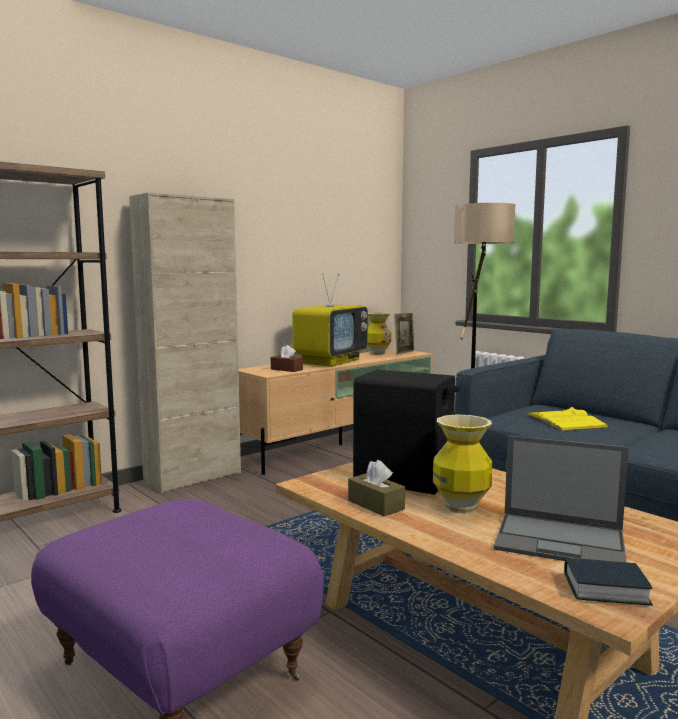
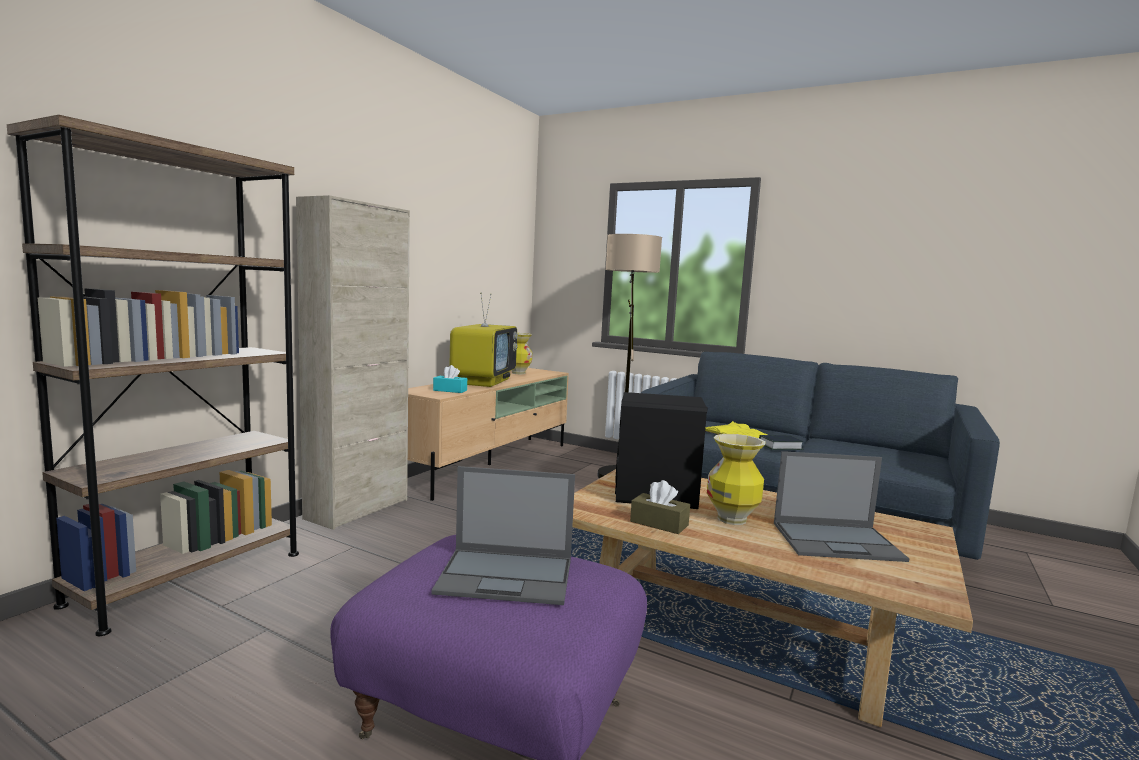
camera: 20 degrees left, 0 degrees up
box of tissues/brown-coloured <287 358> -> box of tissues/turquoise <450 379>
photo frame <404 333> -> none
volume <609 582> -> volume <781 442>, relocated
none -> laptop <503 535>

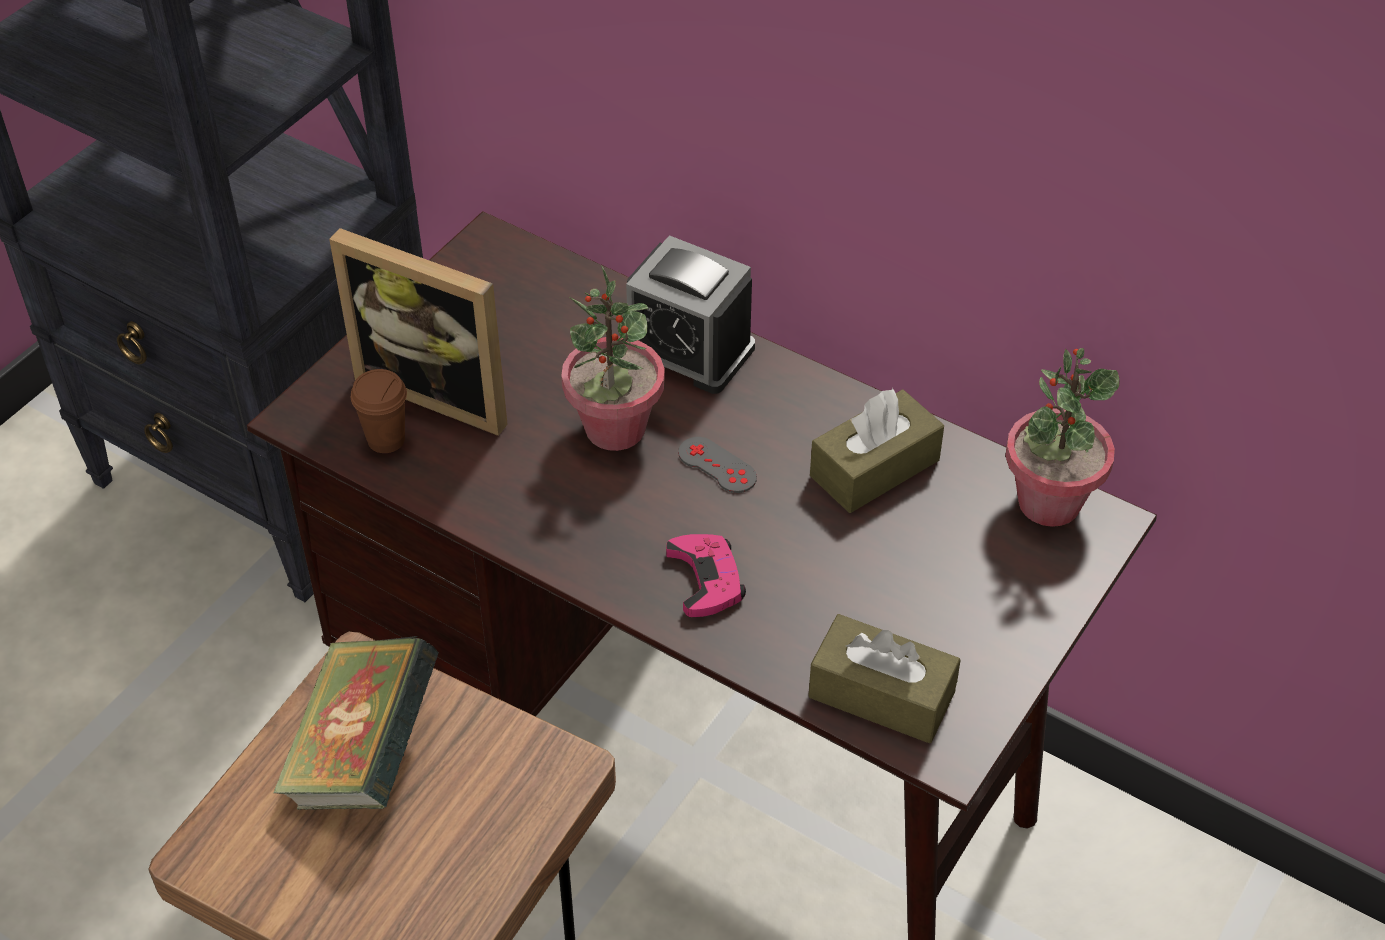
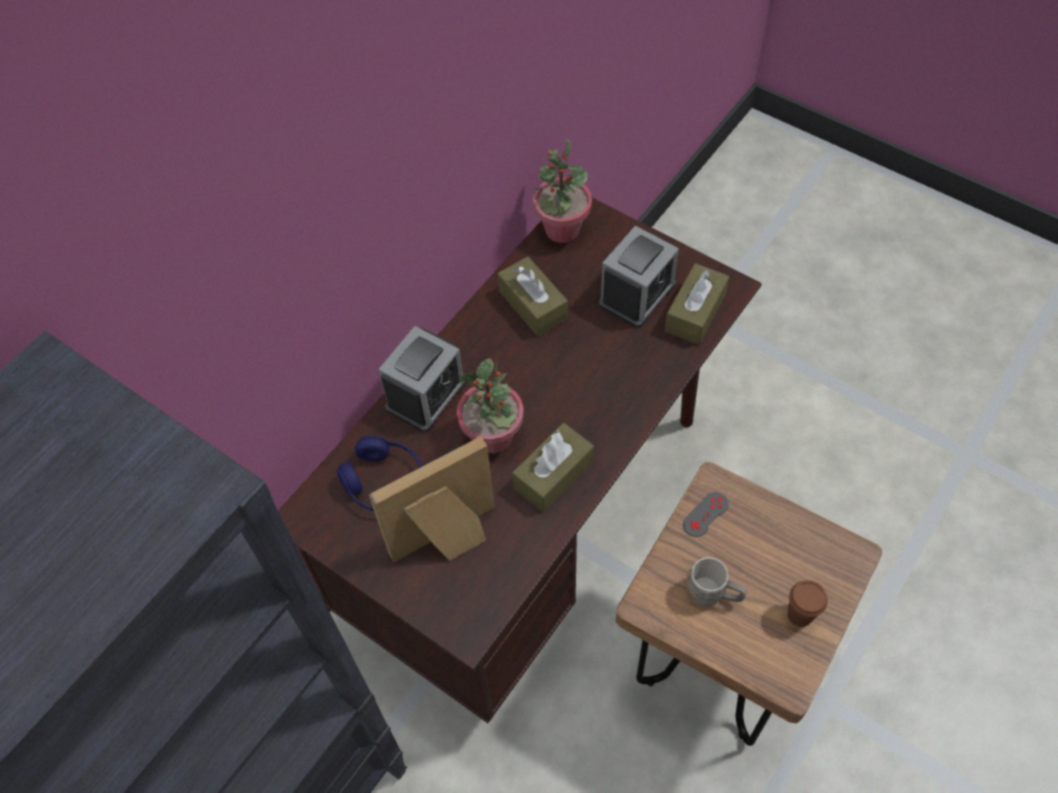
camera: 85 degrees left, 10 degrees up
volume <355 723> -> tea mug/grey <717 581>
photo frame <418 332> -> photo frame <432 499>, 150 degrees counterclockwise
small cup/brown-coloured <379 411> -> small cup/brown-coloured <808 603>, relocated
joypad/pink <706 575> -> none
joypad/grey <717 465> -> joypad/grey <706 514>, relocated
none -> headphones/bluish <380 473>
none -> box of tissues/brown-coloured <553 467>
none -> bedside clock <639 277>

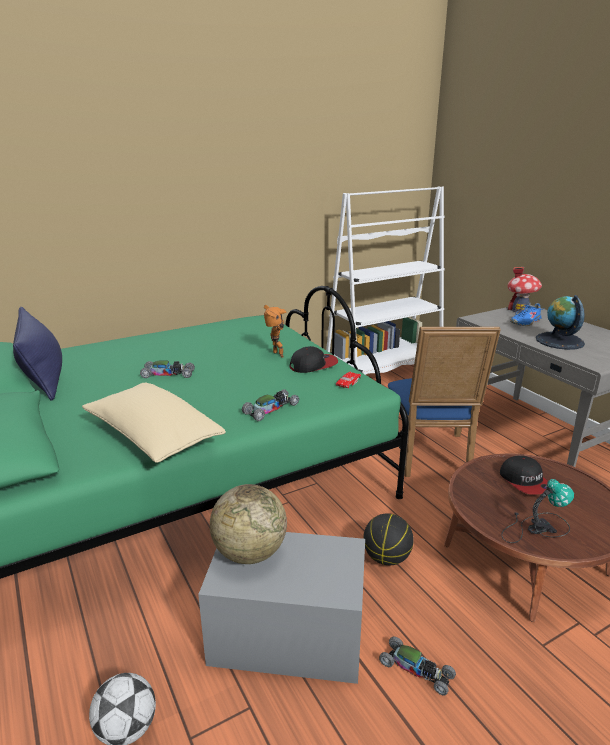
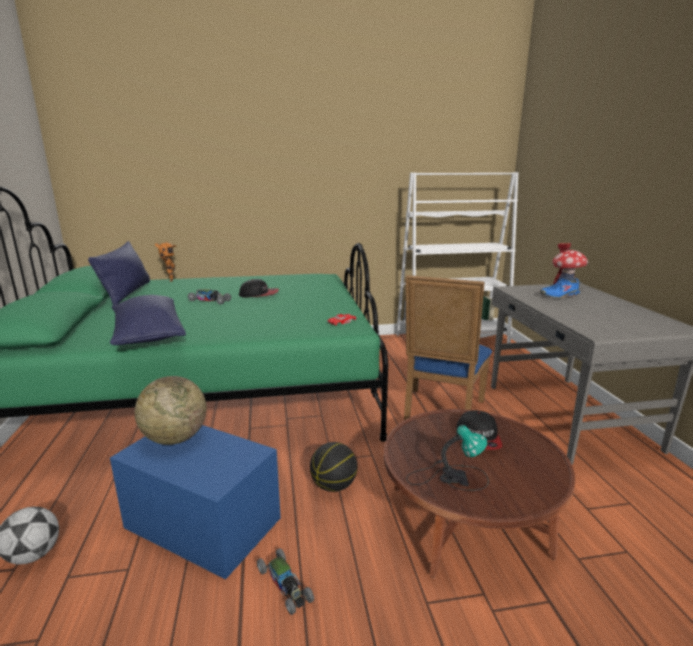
camera: 20 degrees right, 5 degrees down
pillow/beige-coloured <154 423> -> pillow/bluish <148 320>
storage box/grey <281 608> -> storage box/bluish <195 502>
model car <270 405> -> none
model robot <275 331> -> model robot <166 262>, relocated
peaked cap <313 359> -> peaked cap <259 288>, relocated
desk globe <560 322> -> none

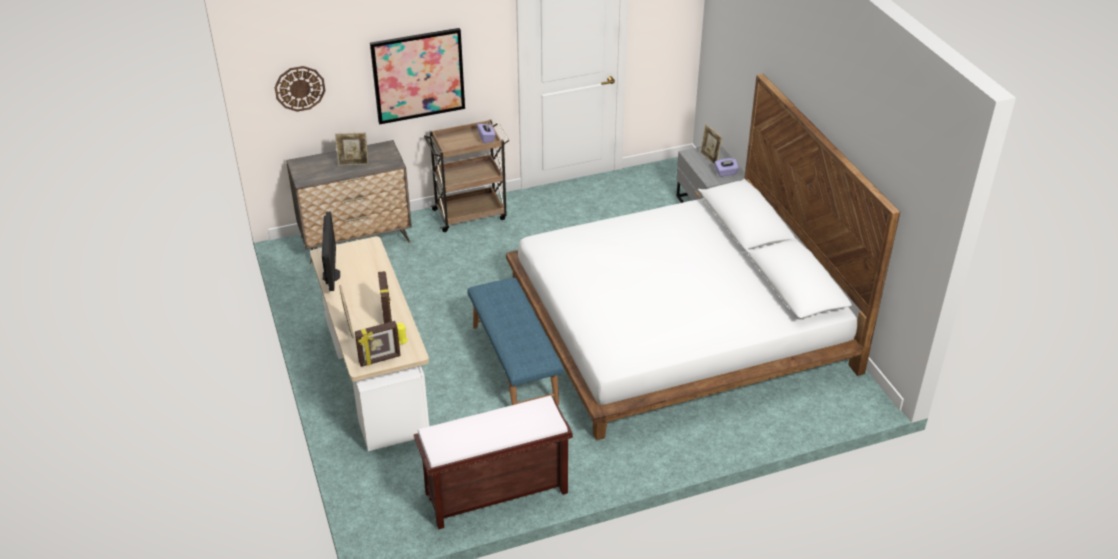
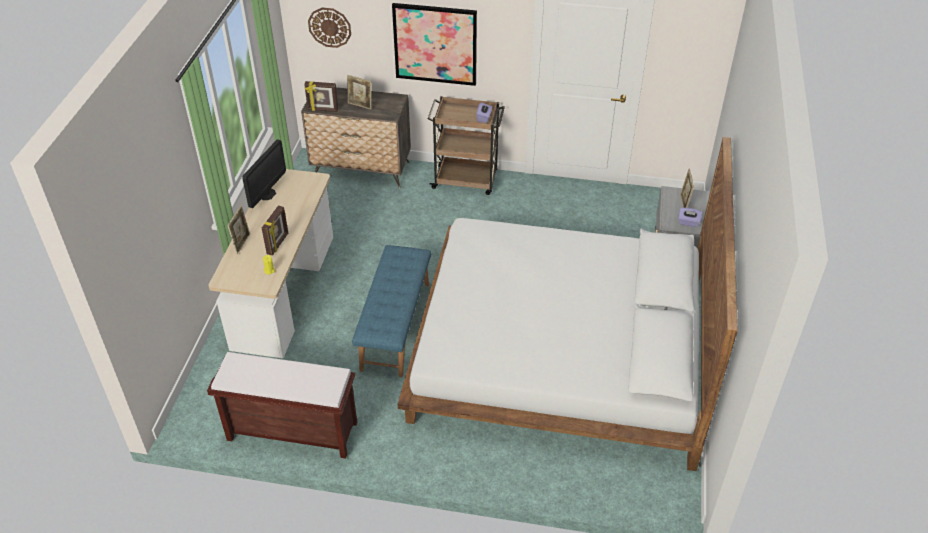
camera: 30 degrees right, 5 degrees up
photo frame <378 344> -> photo frame <321 96>, relocated

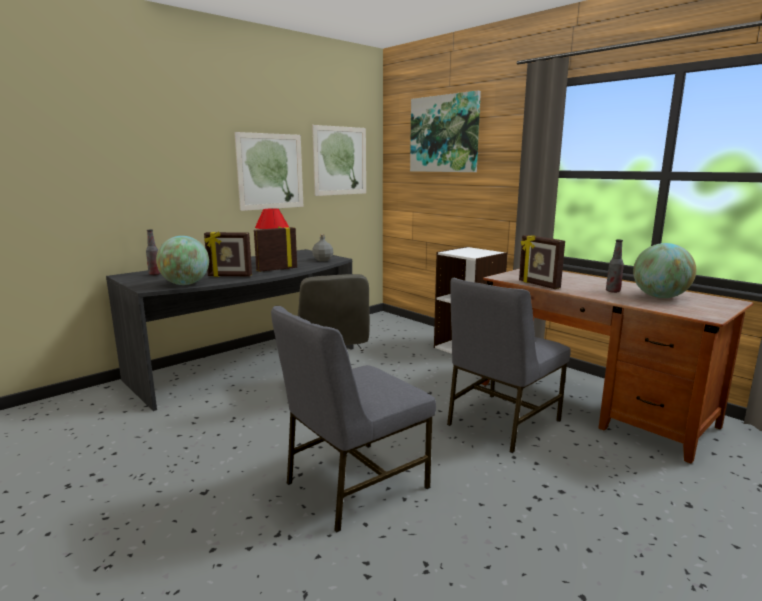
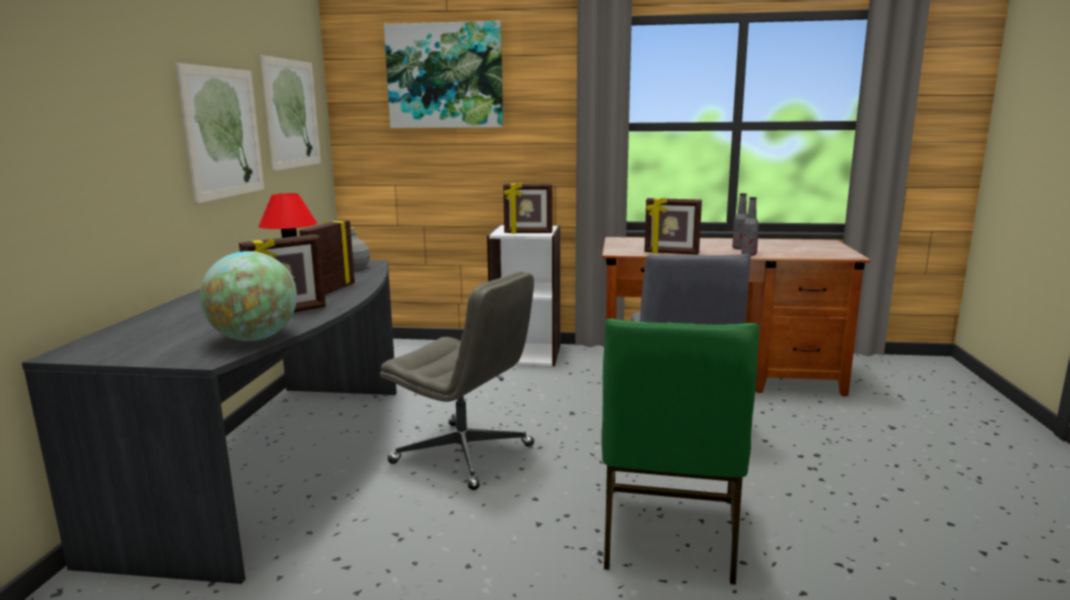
camera: 40 degrees left, 0 degrees up
drink bottle <153 252> -> drink bottle <750 226>, relocated
chair/grey <353 419> -> chair/green <680 452>
desk globe <664 270> -> none
none -> photo frame <527 208>

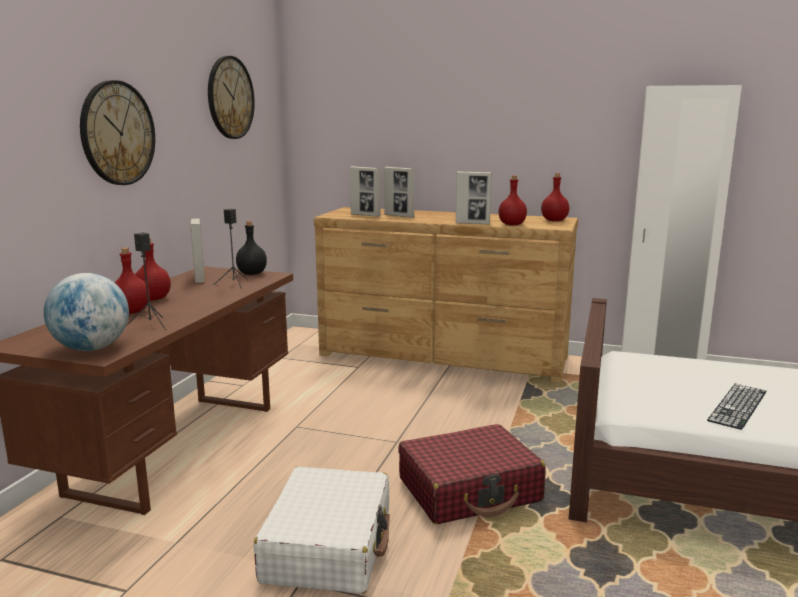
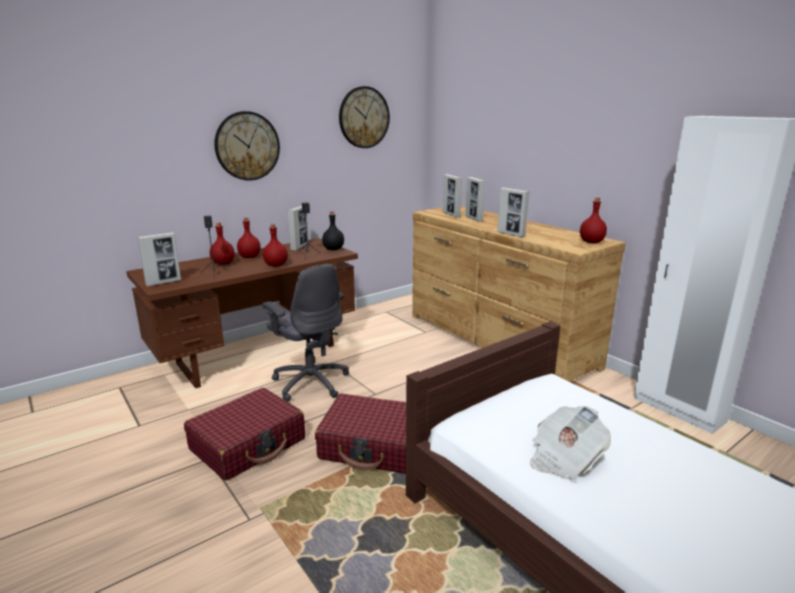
camera: 35 degrees right, 5 degrees up
desk globe <86 312> -> photo frame <159 259>
piece of luggage/whitish <322 530> -> piece of luggage/red-coloured <244 434>
drink bottle/red-coloured <512 200> -> drink bottle/red-coloured <275 245>, relocated
keyboard <737 407> -> printed paper <570 443>
none -> computer chair/grey <305 333>

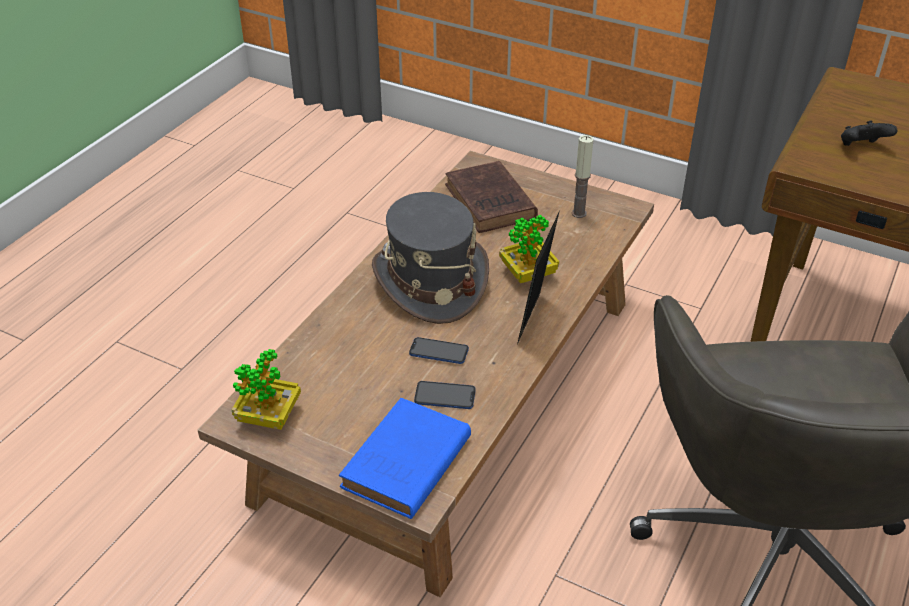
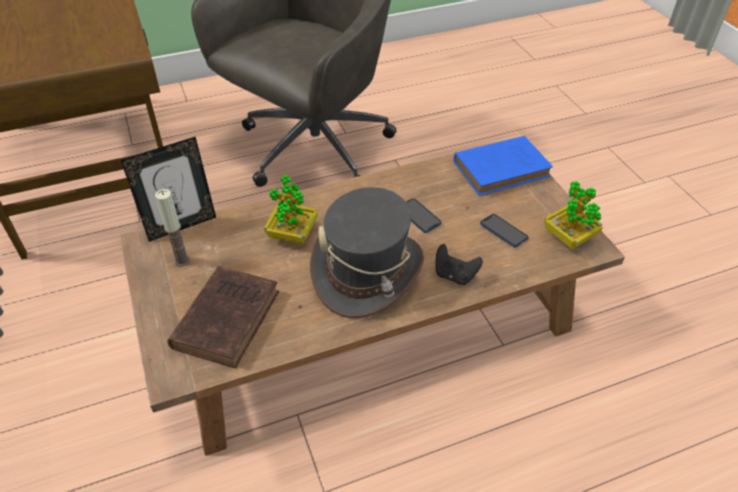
camera: 140 degrees left, 5 degrees up
handset <445 395> -> handset <504 231>, relocated
photo frame <538 278> -> photo frame <168 189>, relocated
joypad/blackish <869 133> -> joypad/blackish <459 264>, relocated

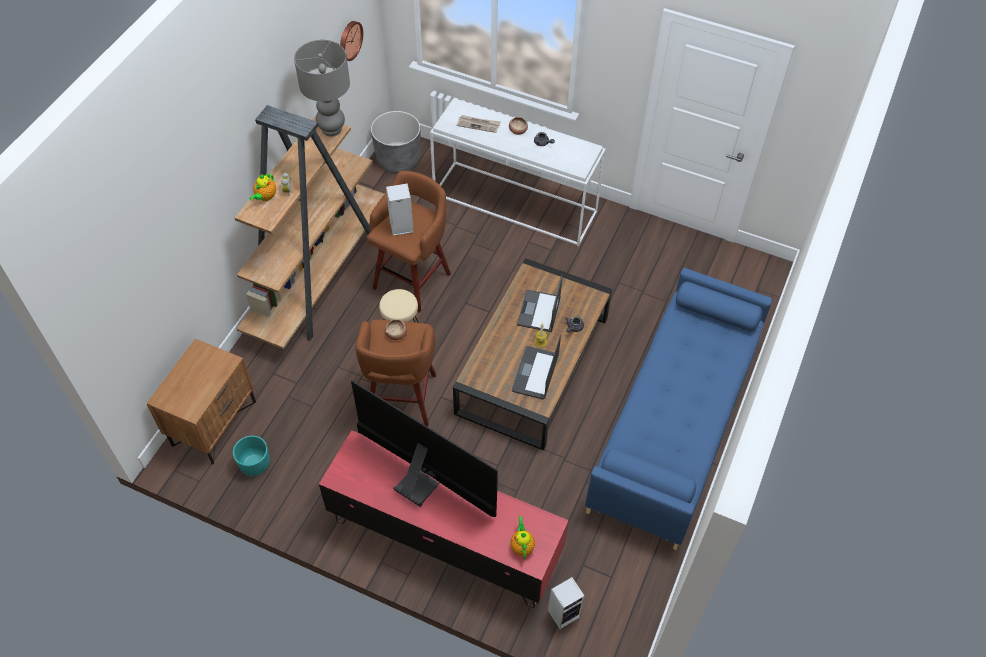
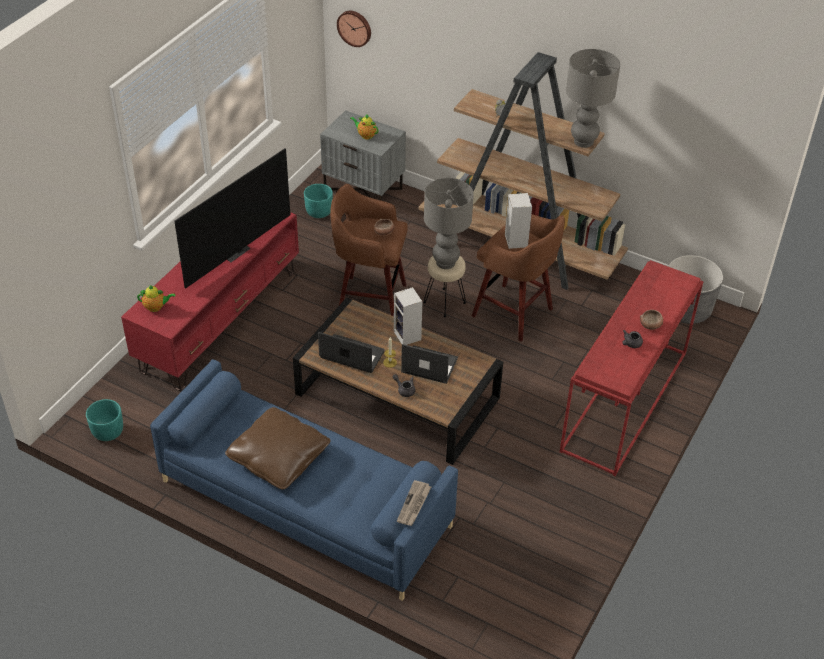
camera: 95 degrees right, 10 degrees down
night table/brown-coloured <201 401> -> night table/grey <363 155>
teapot <262 187> -> teapot <364 126>, relocated
wall clock <351 41> -> wall clock <354 29>, relocated
console table/whitish <518 172> -> console table/red-coloured <632 368>
printed paper <479 124> -> printed paper <414 503>, relocated
audio speaker <566 603> -> audio speaker <408 316>, relocated
none -> plant pot/turquoise <104 420>
none -> pillow/brown-coloured <277 448>
none -> tabletop lamp/grey <449 223>

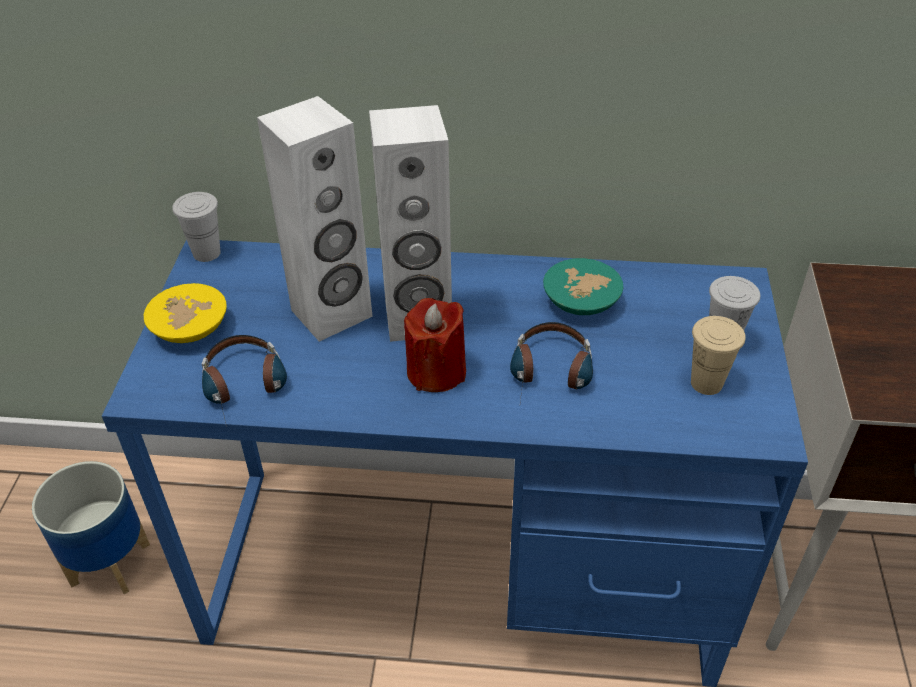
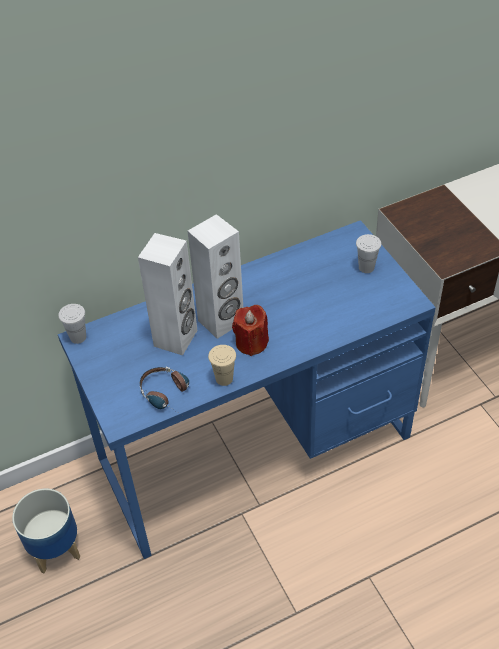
camera: 30 degrees left, 5 degrees up
bowl/yellowish <185 313> -> none
headphones <551 361> -> none
bowl/turquoise <583 286> -> none
small cup/beige-coloured <718 355> -> small cup/beige-coloured <222 365>, relocated

